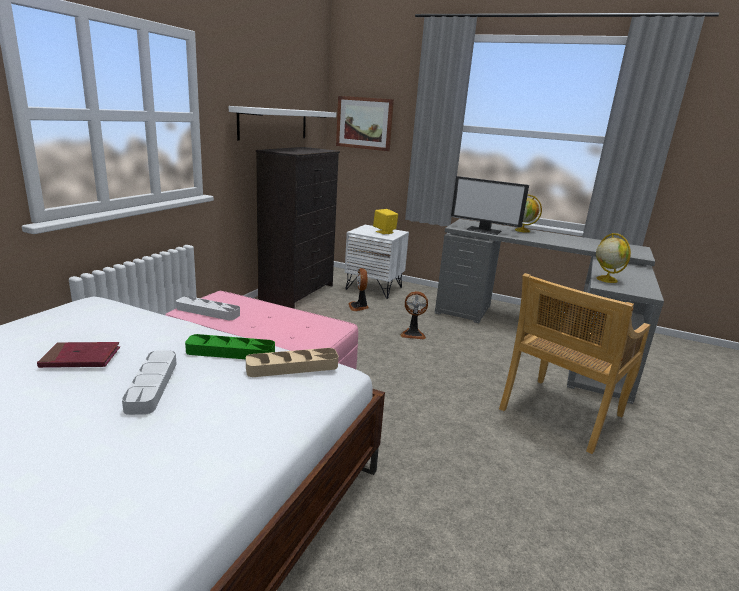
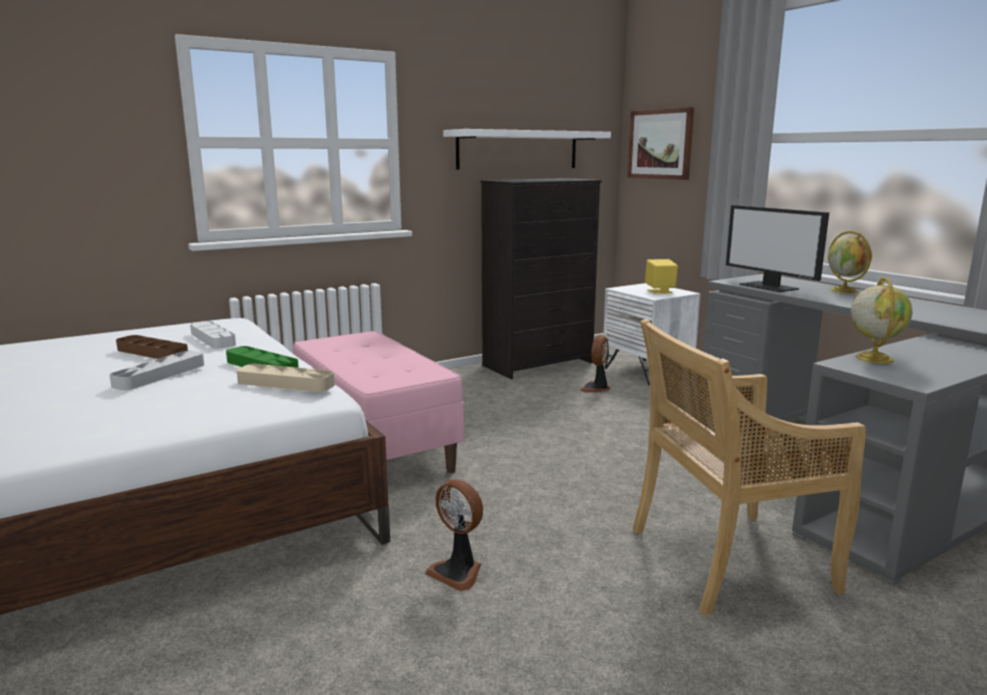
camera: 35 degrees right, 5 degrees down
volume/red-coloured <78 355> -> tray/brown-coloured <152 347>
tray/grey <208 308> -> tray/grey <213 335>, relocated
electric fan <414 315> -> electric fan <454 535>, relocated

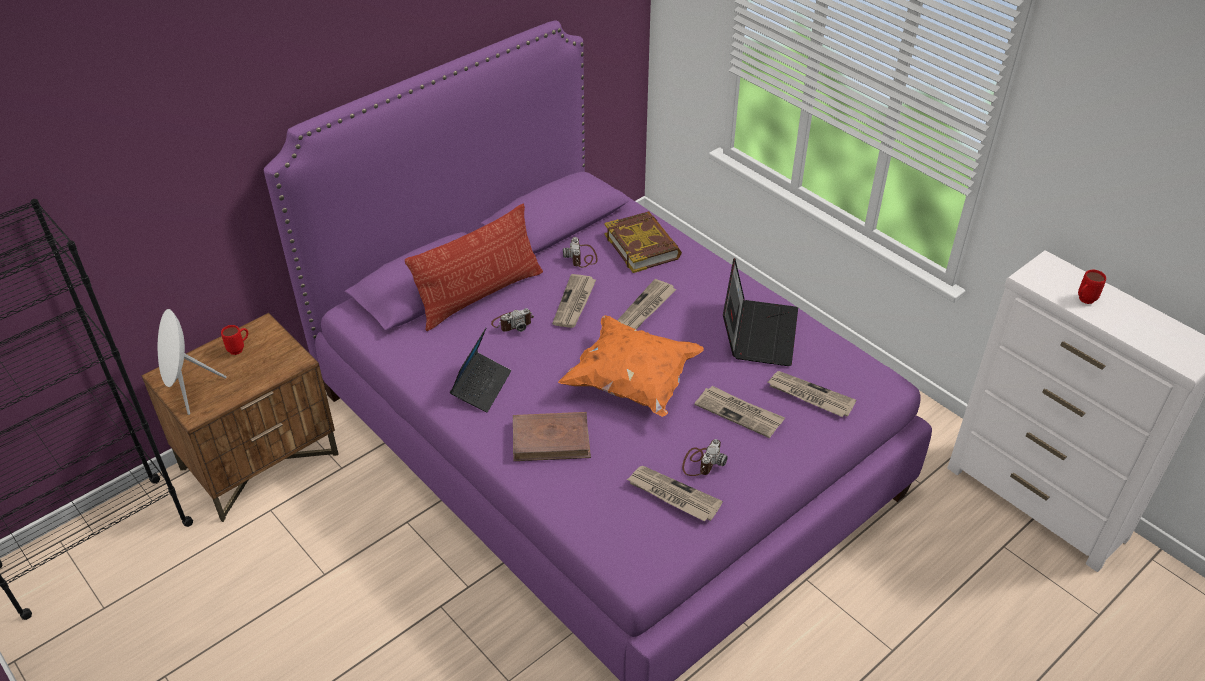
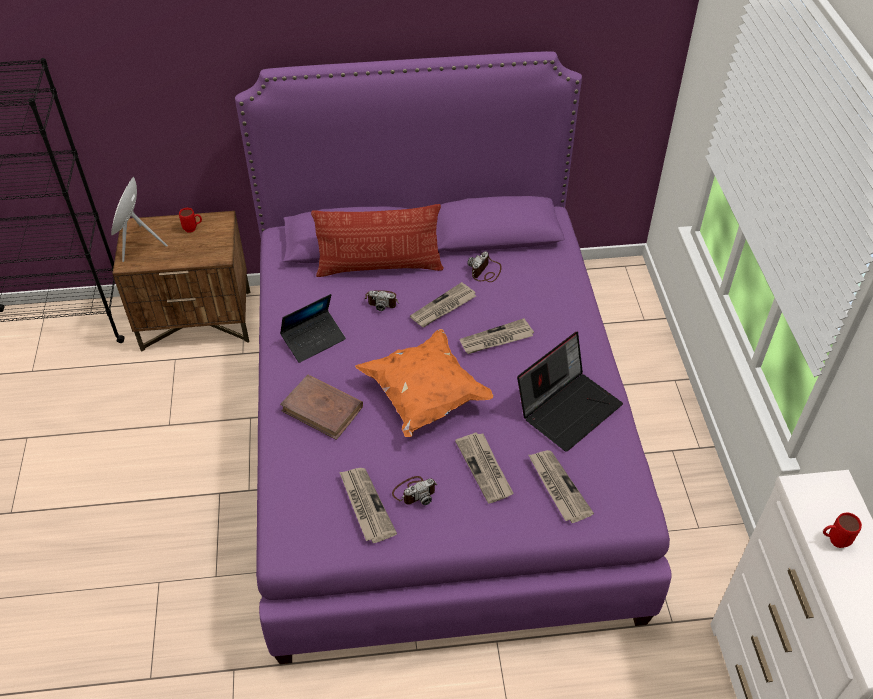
camera: 35 degrees right, 5 degrees up
volume <643 242> -> none

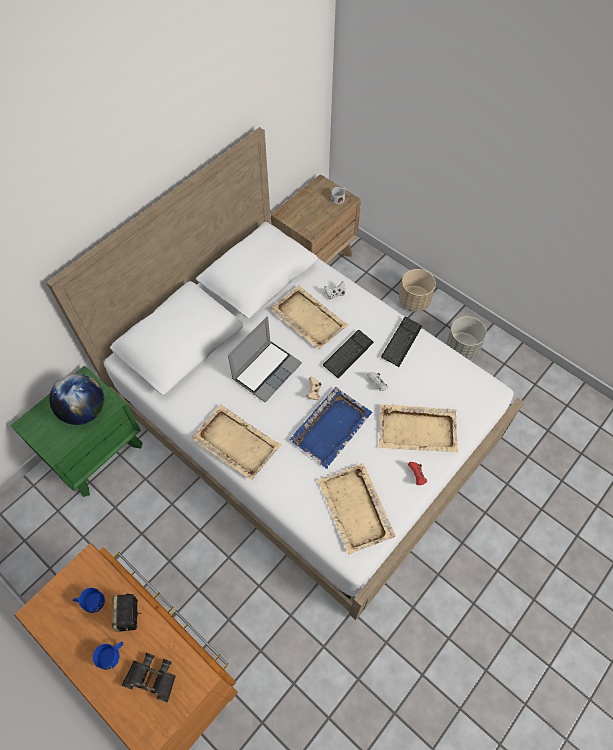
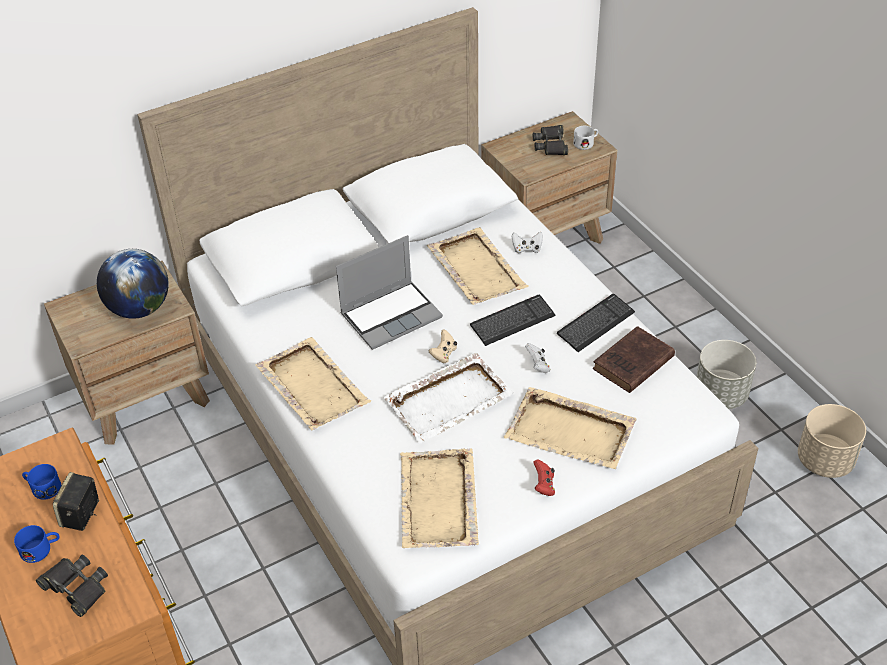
camera: 20 degrees right, 15 degrees down
night table/green <76 431> -> night table/brown-coloured <127 352>
tray/bluish <330 428> -> tray/whitish <449 398>
plant pot/beige-coloured <417 290> -> plant pot/beige-coloured <832 441>, relocated
none -> field glasses/blackish <550 140>
none -> volume/brown-coloured <634 359>

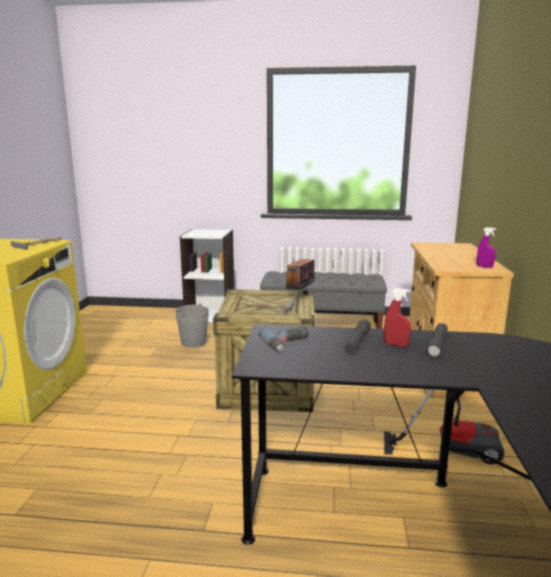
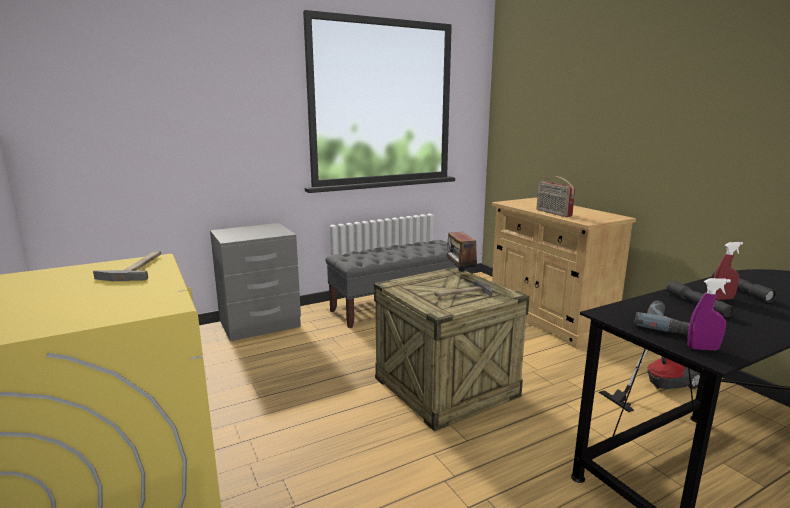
camera: 35 degrees left, 0 degrees up
pail/grey <192 325> -> none
bookshelf/whitish <207 276> -> night table/grey <255 282>
hand sprayer/purple-coloured <486 247> -> hand sprayer/purple-coloured <709 314>, relocated
none -> radio receiver <556 197>

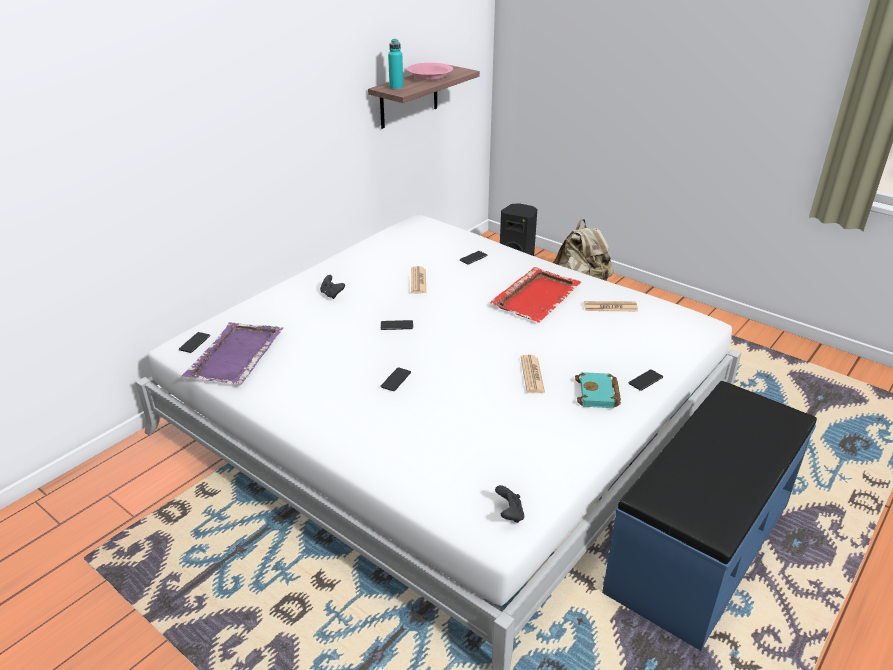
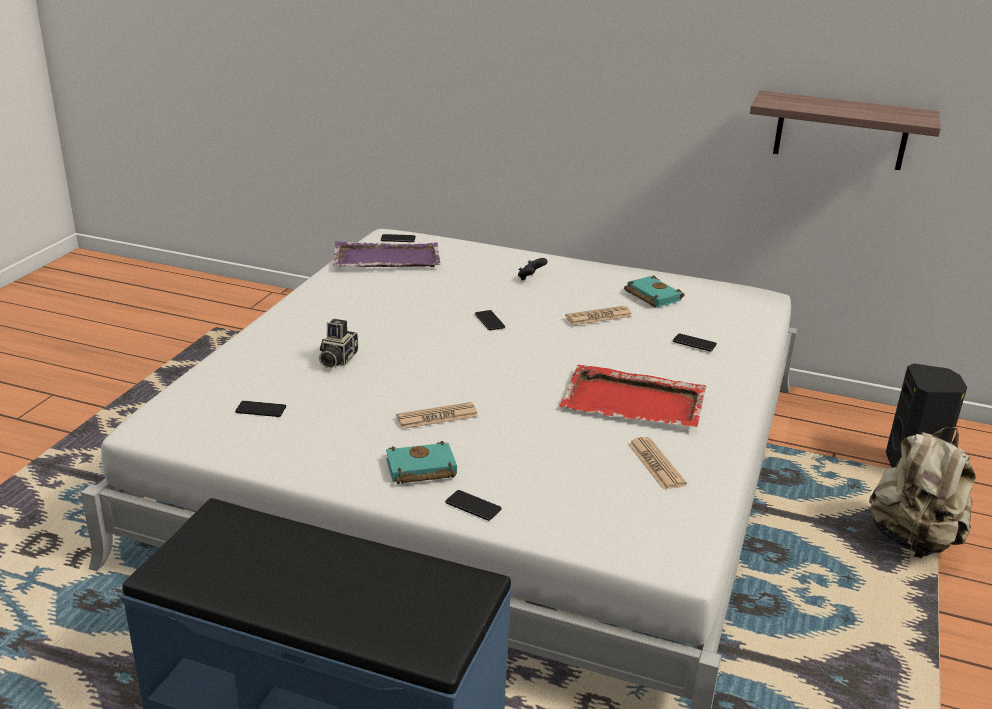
camera: 70 degrees right, 5 degrees down
handset <395 379> -> handset <260 409>, relocated
drink bottle/turquoise <395 64> -> none
bowl/pink <430 72> -> none
joypad/blackish <509 504> -> none
none -> still camera <338 343>
none -> volume/turquoise <654 291>

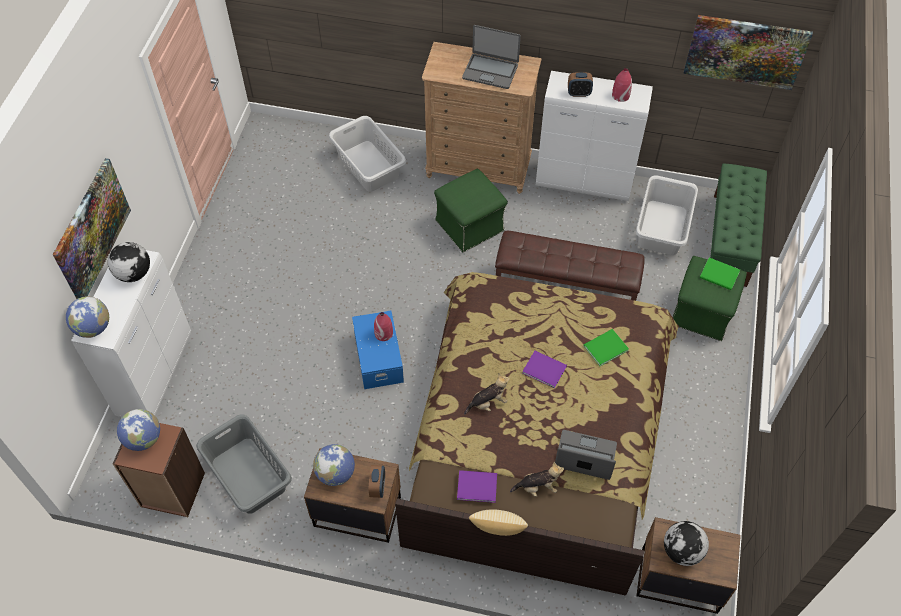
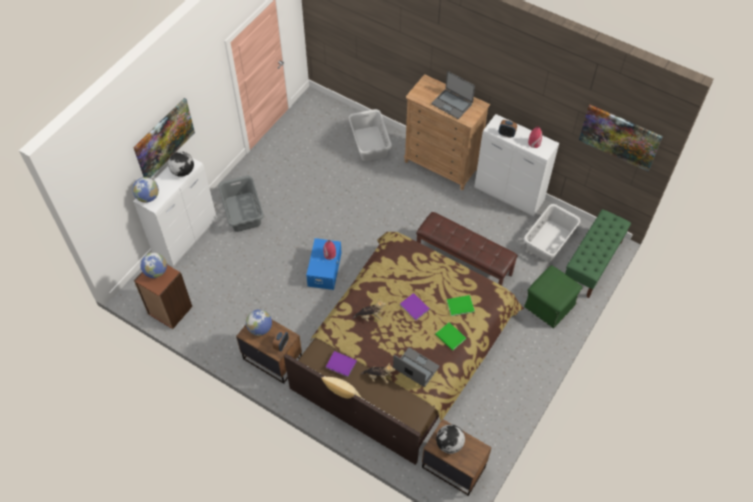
camera: 20 degrees right, 0 degrees up
washing basket/grey <244 464> -> washing basket/grey <241 204>, relocated
pouffe/green <471 210> -> none
volume/green <720 274> -> volume/green <450 336>, relocated

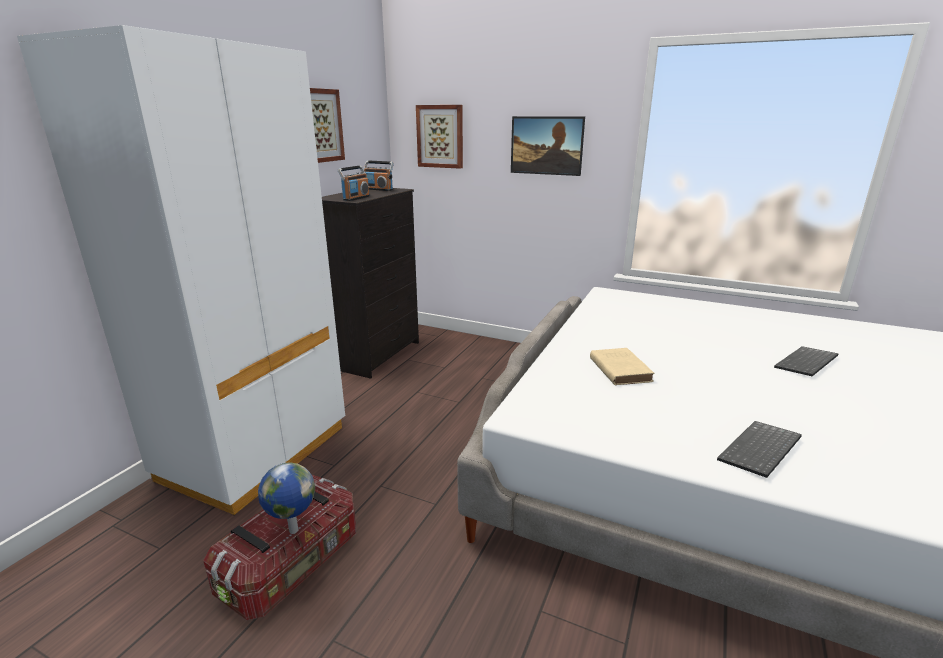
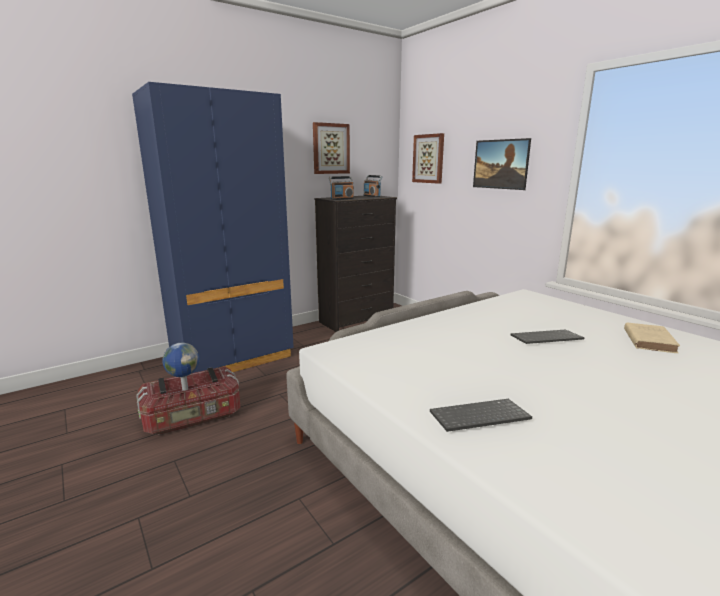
camera: 30 degrees right, 5 degrees down
wardrobe/whitish <181 270> -> wardrobe/bluish <213 227>
volume/beige-coloured <622 366> -> volume/beige-coloured <652 337>, relocated
keyboard <806 361> -> keyboard <547 336>, relocated

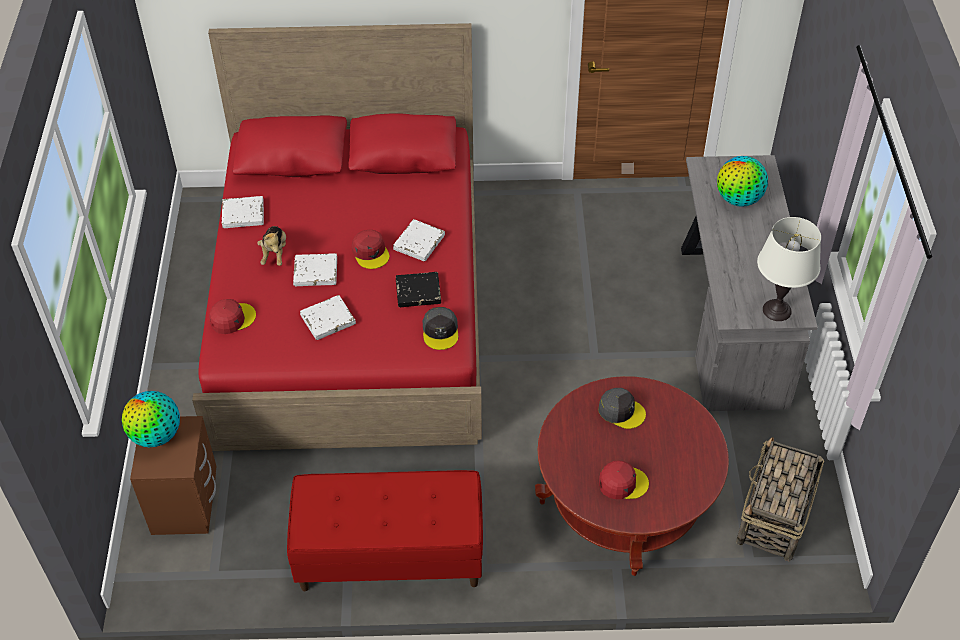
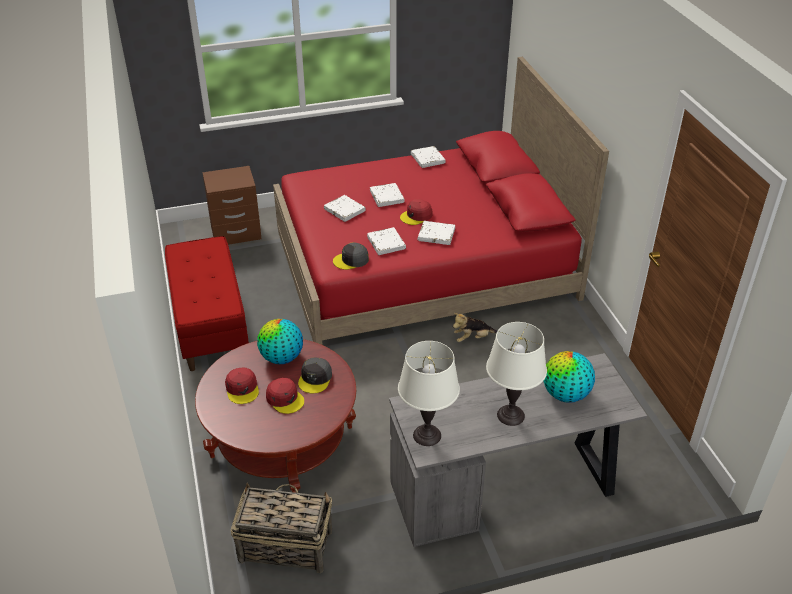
camera: 75 degrees right, 10 degrees down
desk globe <151 419> -> desk globe <280 341>, relocated
peaked cap/red-coloured <232 316> -> peaked cap/red-coloured <285 396>, relocated
soft toy <271 246> -> soft toy <475 327>, relocated
volume/blackish <418 289> -> volume/whitish <386 241>
none -> tabletop lamp/whitish <516 374>

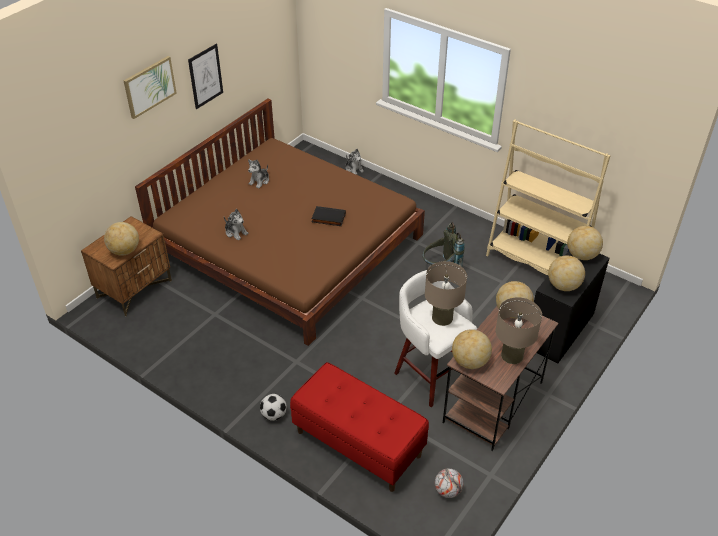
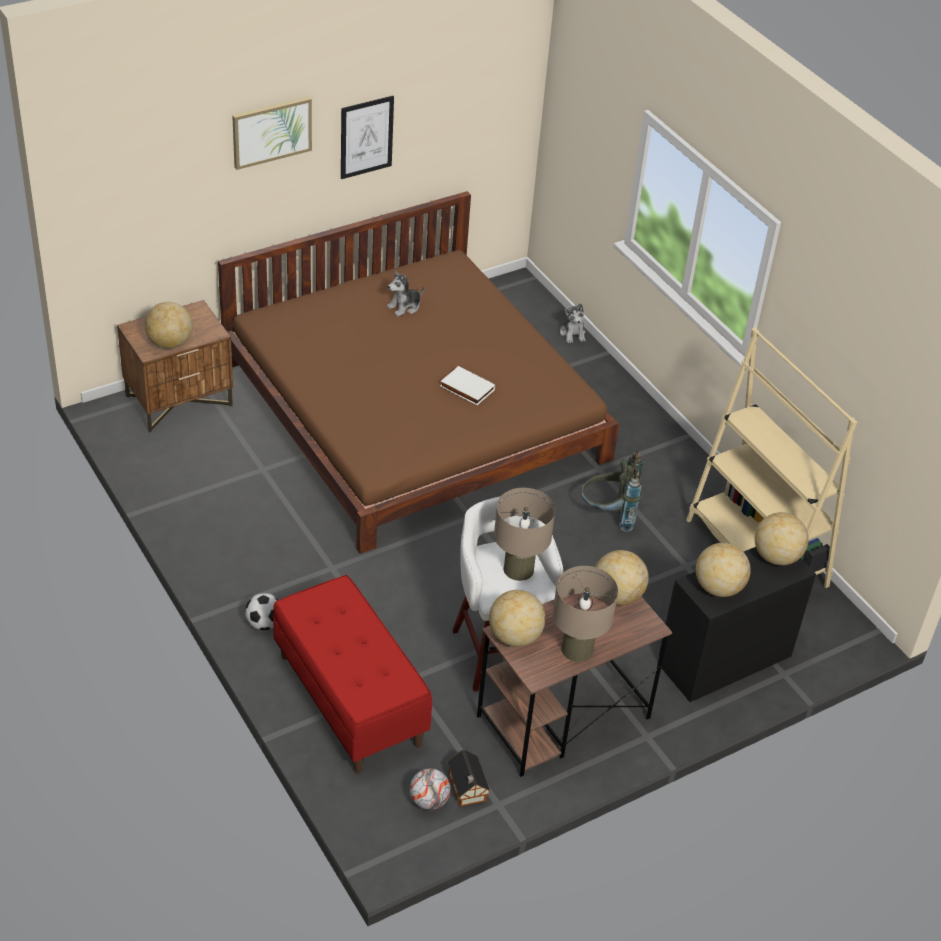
camera: 20 degrees right, 0 degrees up
soft toy <236 224> -> none
volume/blackish <328 216> -> volume/whitish <467 385>
none -> model house <468 778>

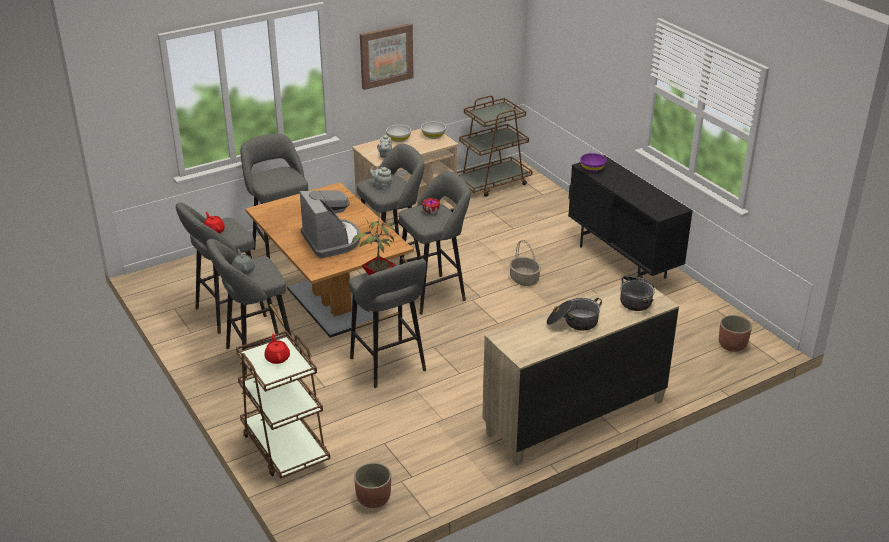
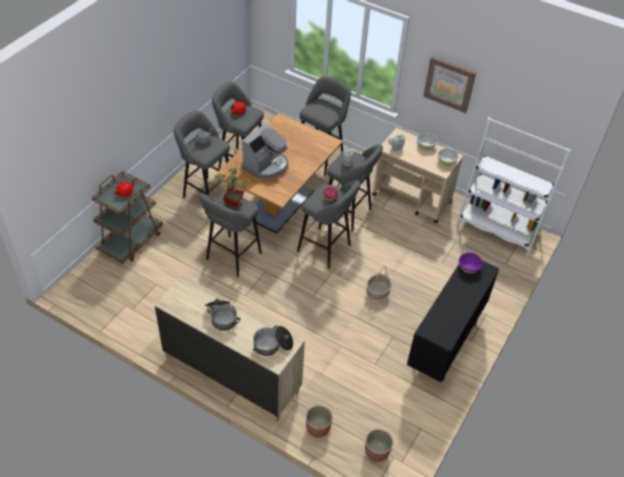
camera: 60 degrees right, 15 degrees up
plant pot <372 485> -> plant pot <319 421>, relocated
cart/brown-coloured <494 146> -> bookshelf/whitish <513 187>

